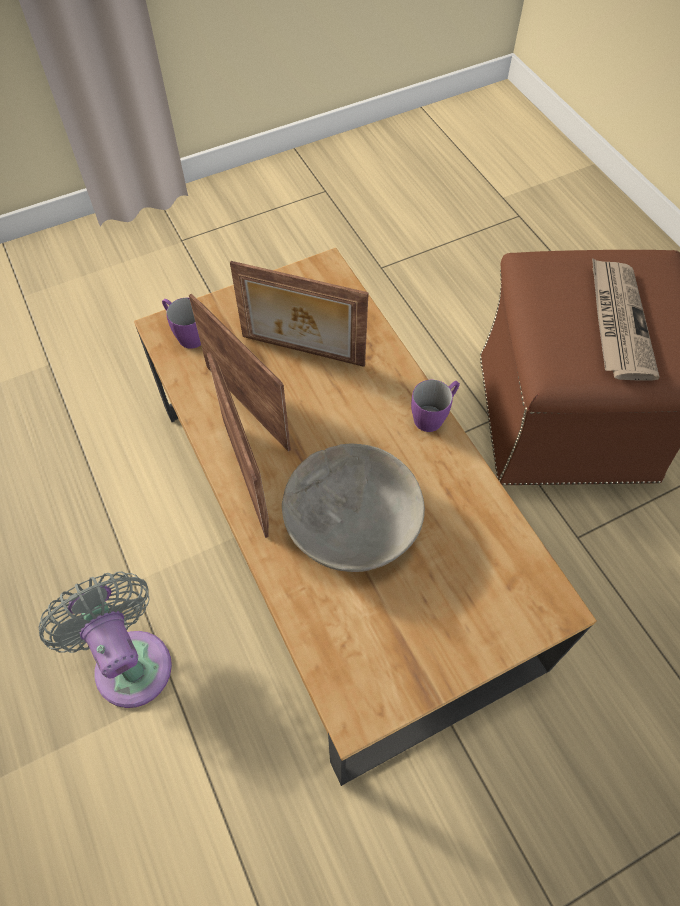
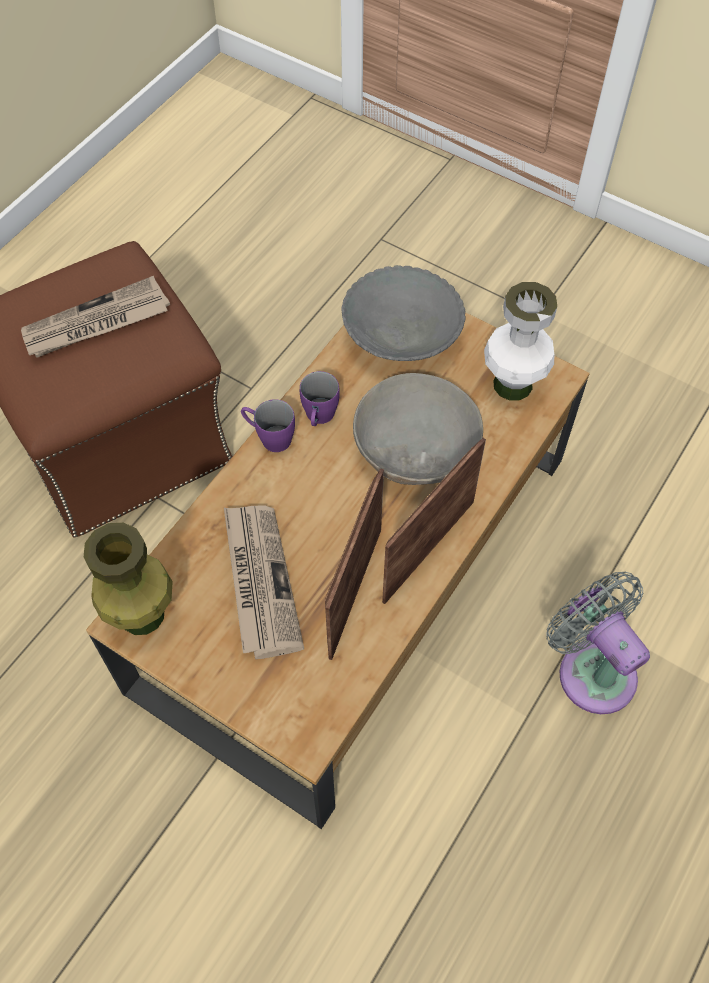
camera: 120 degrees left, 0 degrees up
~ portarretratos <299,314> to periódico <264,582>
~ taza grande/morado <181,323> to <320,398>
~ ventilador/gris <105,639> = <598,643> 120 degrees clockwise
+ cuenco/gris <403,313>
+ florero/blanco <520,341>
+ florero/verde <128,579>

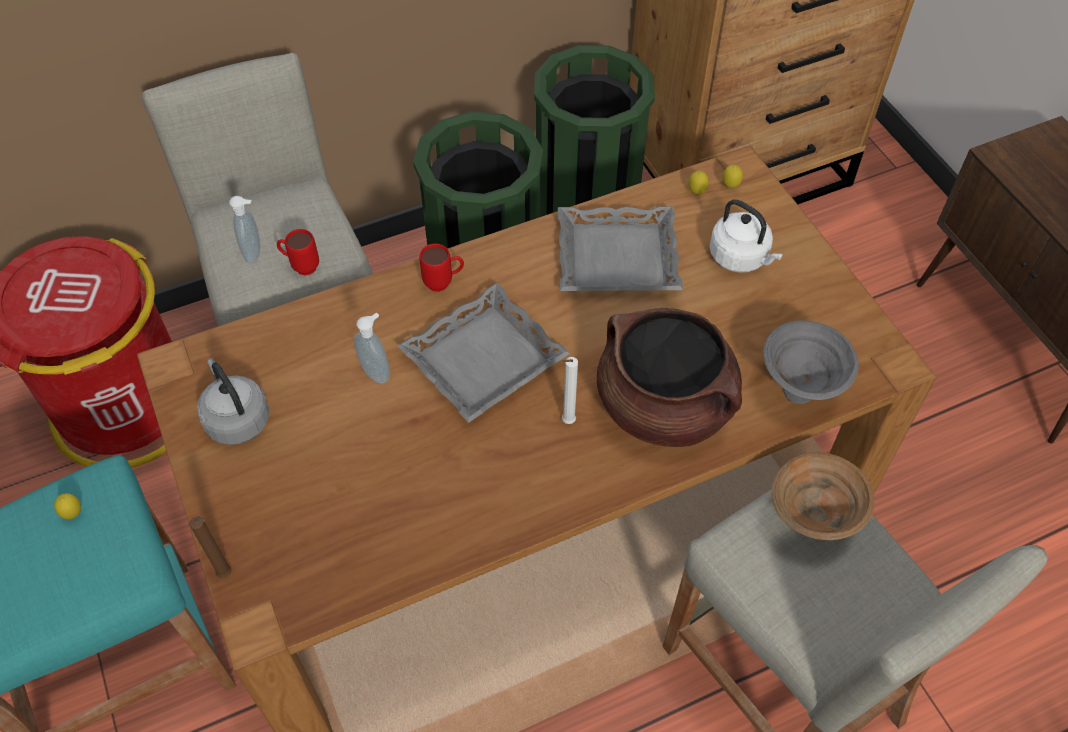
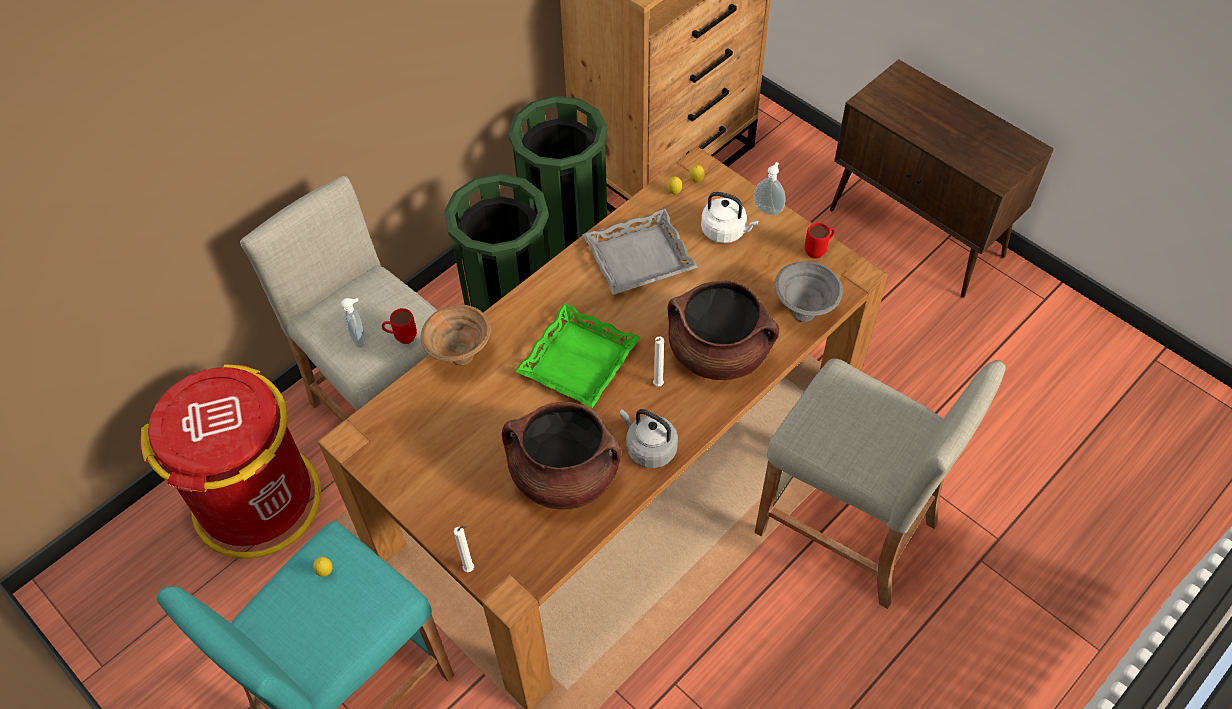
camera: 20 degrees left, 0 degrees up
~ taza grande/rojo <441,268> to <819,241>
~ bandeja/gris <483,353> to bandeja/verde <577,355>
~ dispensador de jabón <372,348> to <769,188>
~ hervidor/gris <233,401> to <649,438>
~ cuenco/marrón <822,496> to <455,335>
~ vela/marrón <211,547> to vela/blanco <464,549>
+ olla/marrón <561,456>

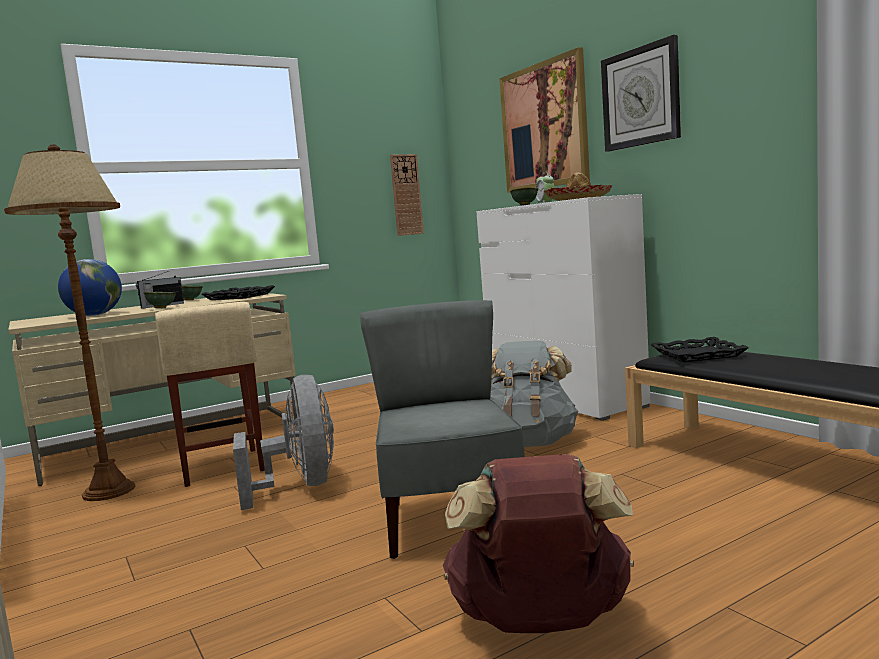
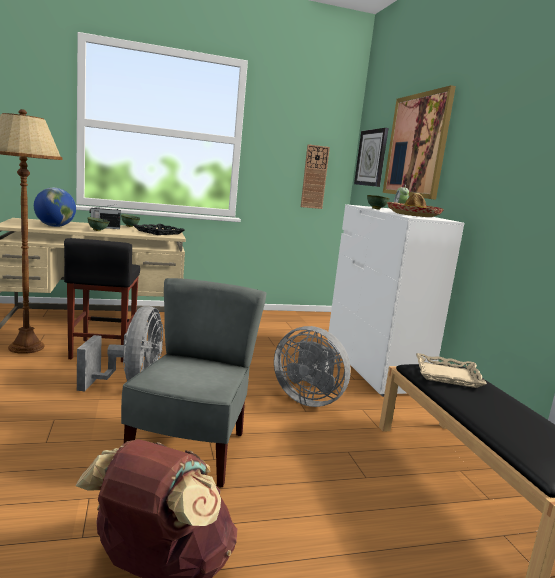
camera: 15 degrees right, 5 degrees up
~ reloj de pared <641,93> to <371,157>
~ taburete/beis <210,394> to taburete/negro <102,300>
~ bandeja/negro <699,349> to bandeja/beis <451,370>
~ mochila/gris <534,394> to ventilador/gris <312,366>

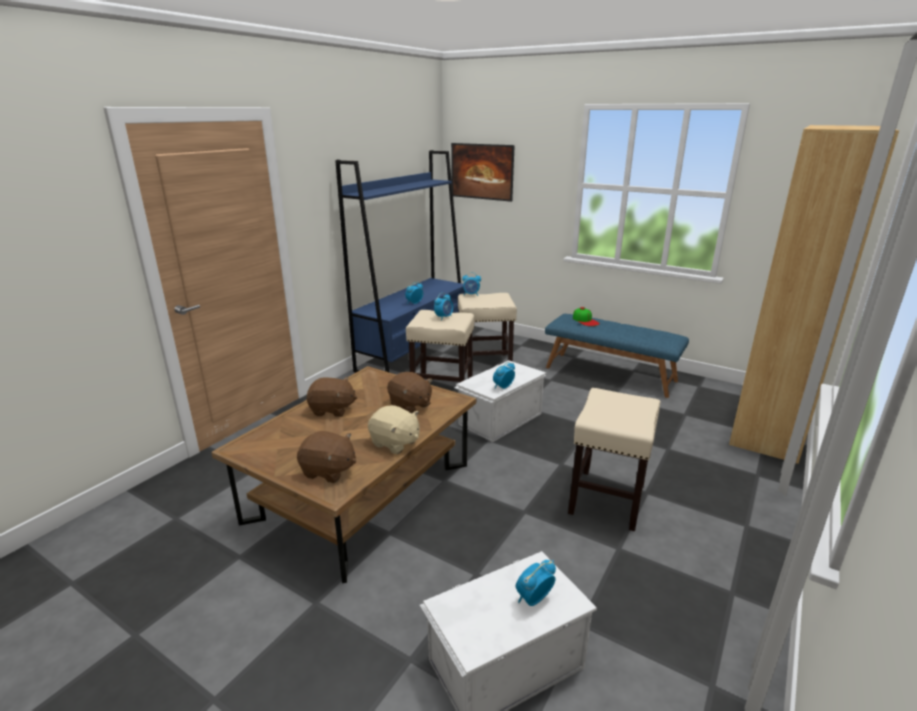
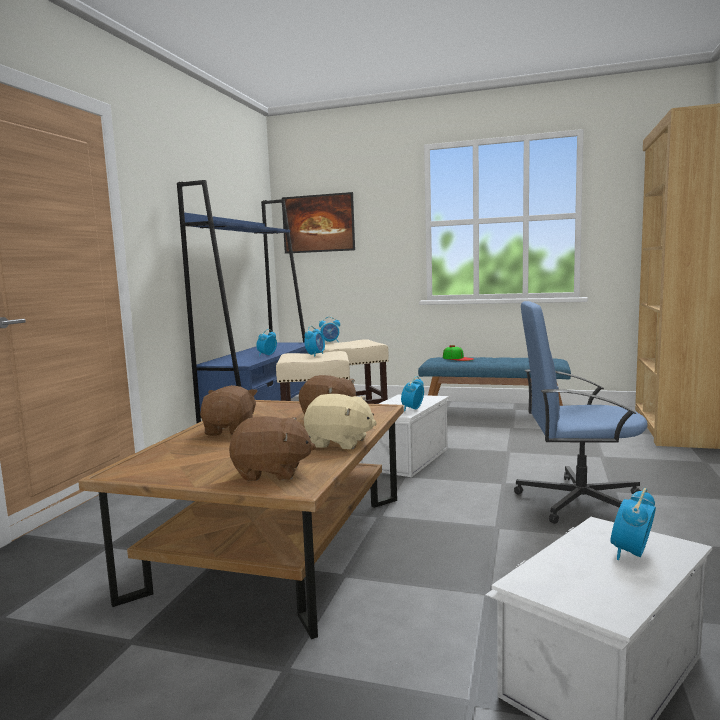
camera: 15 degrees left, 15 degrees down
~ peluche/marrón <332,397> = <229,410> 75 degrees counterclockwise
~ taburete/beis <614,459> to silla de oficina/azul <581,412>

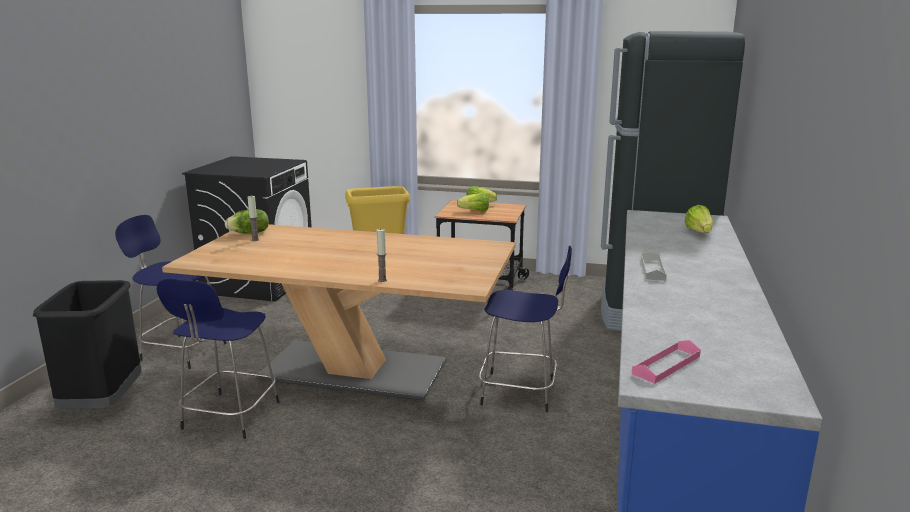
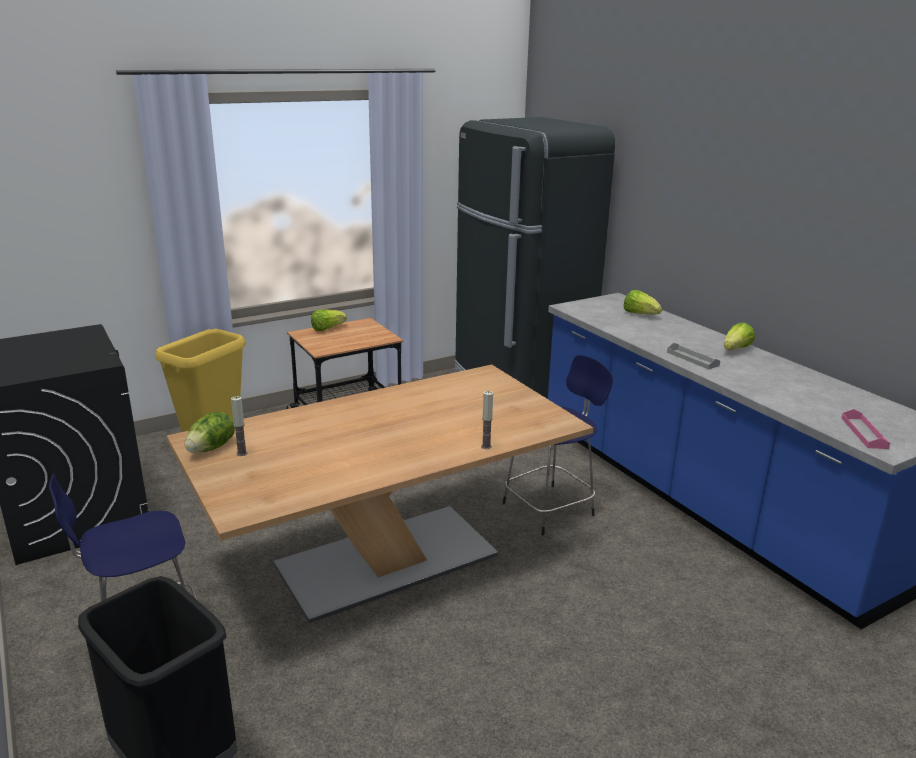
camera: 45 degrees left, 5 degrees up
~ lechuga <473,202> to <739,336>
- taburete/azul <218,359>

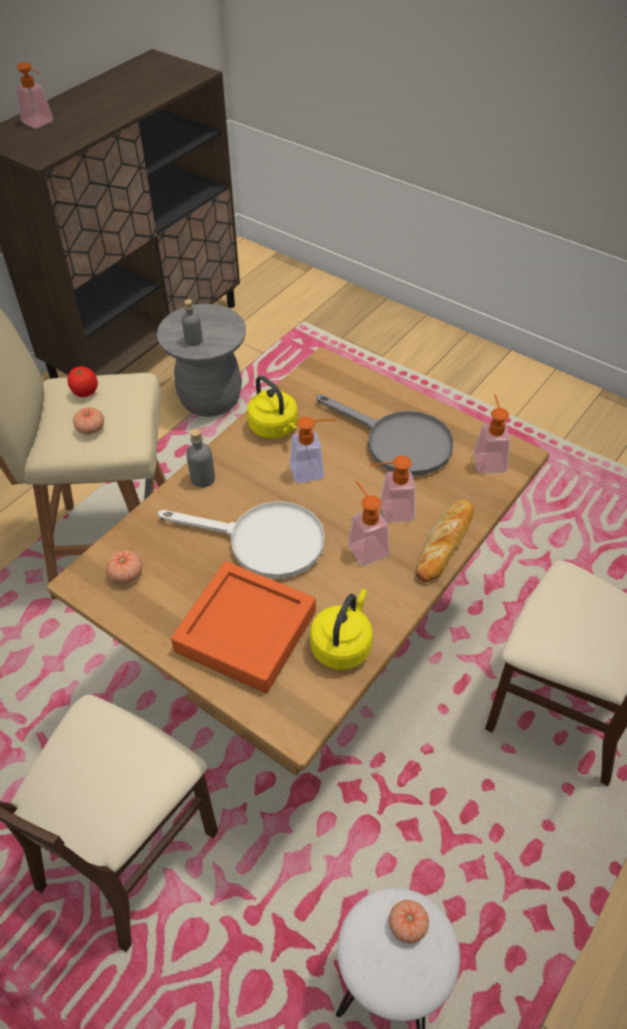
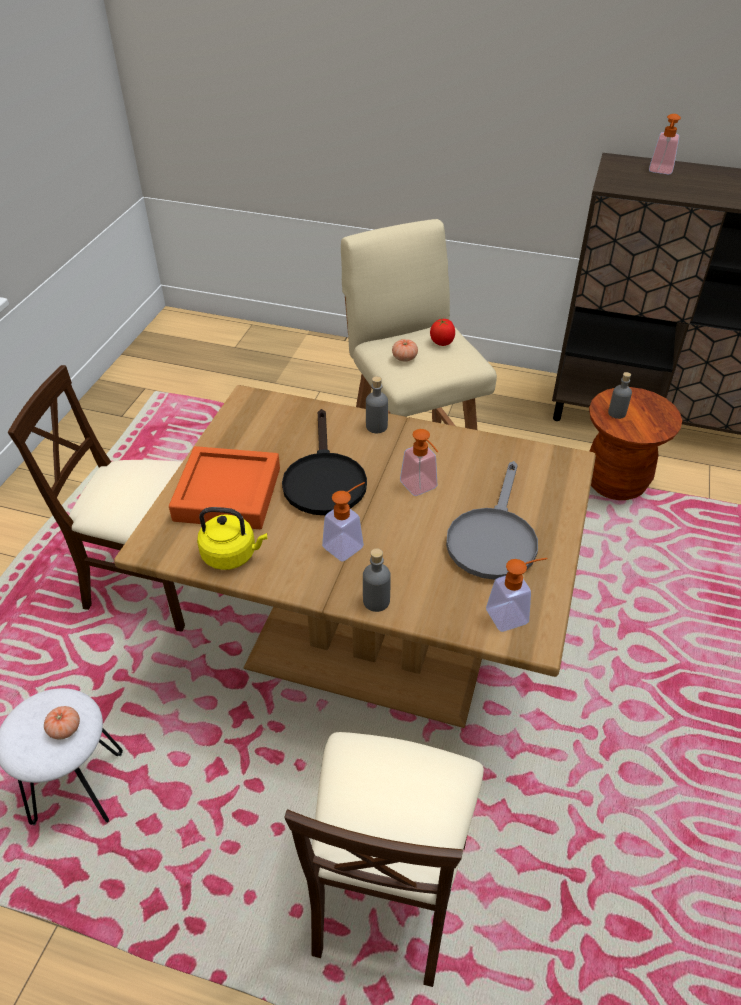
camera: 70 degrees right, 5 degrees down
~ taburete/gris <201,360> to taburete/marrón <635,443>
- hervidor/amarillo <272,407>
- dispensador de jabón <392,489>
~ pan <445,540> to botella/gris <377,580>
~ sartén/blanco <241,540> to sartén/negro <324,462>
- tomate <124,567>

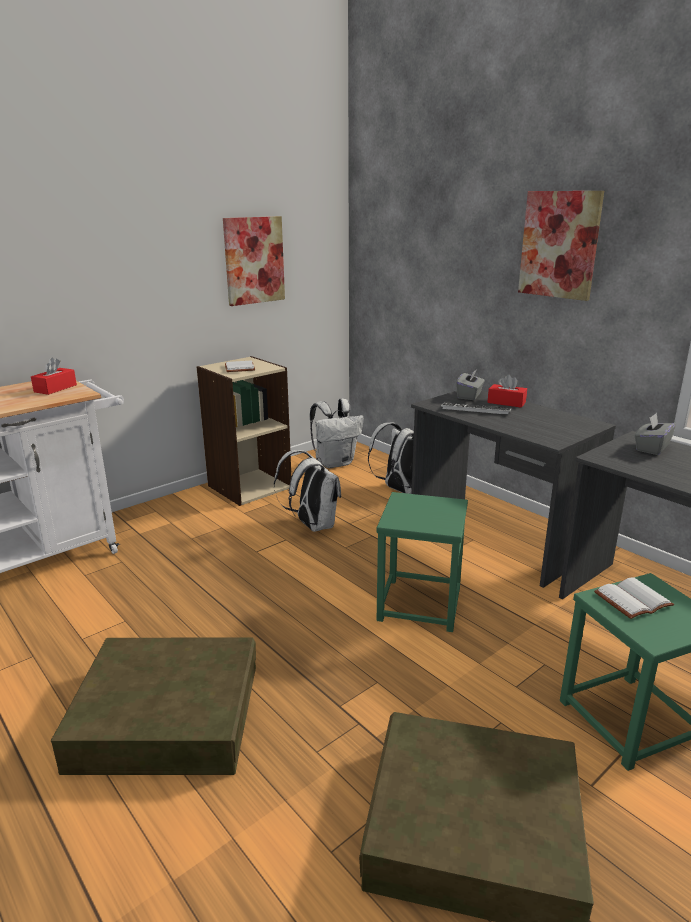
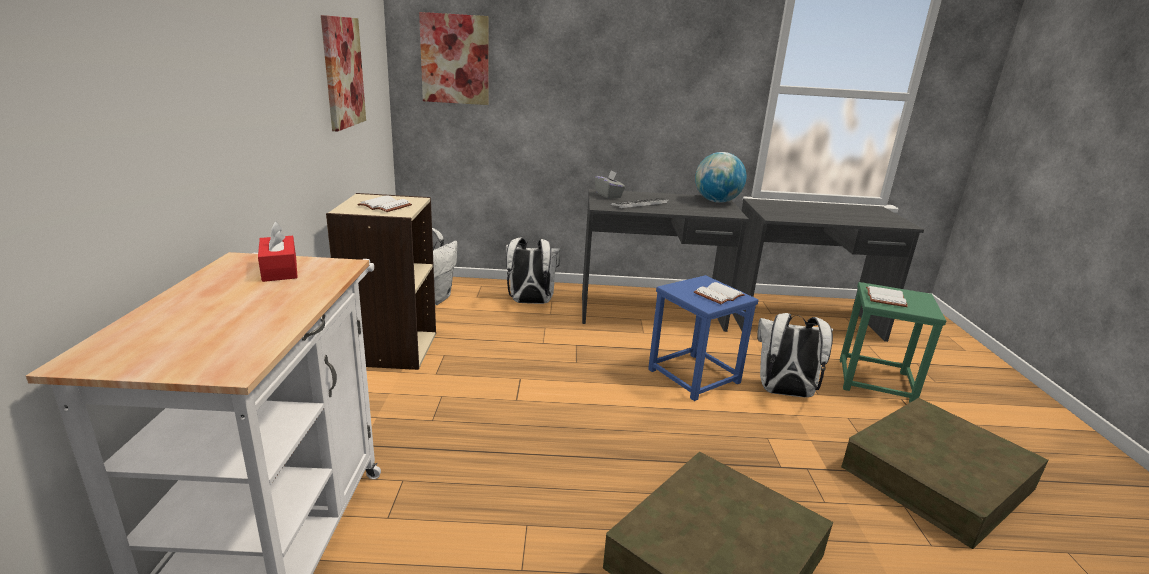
camera: 50 degrees left, 0 degrees up
~ cuadro <561,246> to <453,58>
- caja de pañuelos/rojo <507,390>
- caja de pañuelos/gris <655,434>
~ mochila/blanco <307,491> to <795,355>
~ taburete/verde <422,562> to taburete/azul <703,338>
+ globo terráqueo <720,177>
+ libro/blanco <719,293>

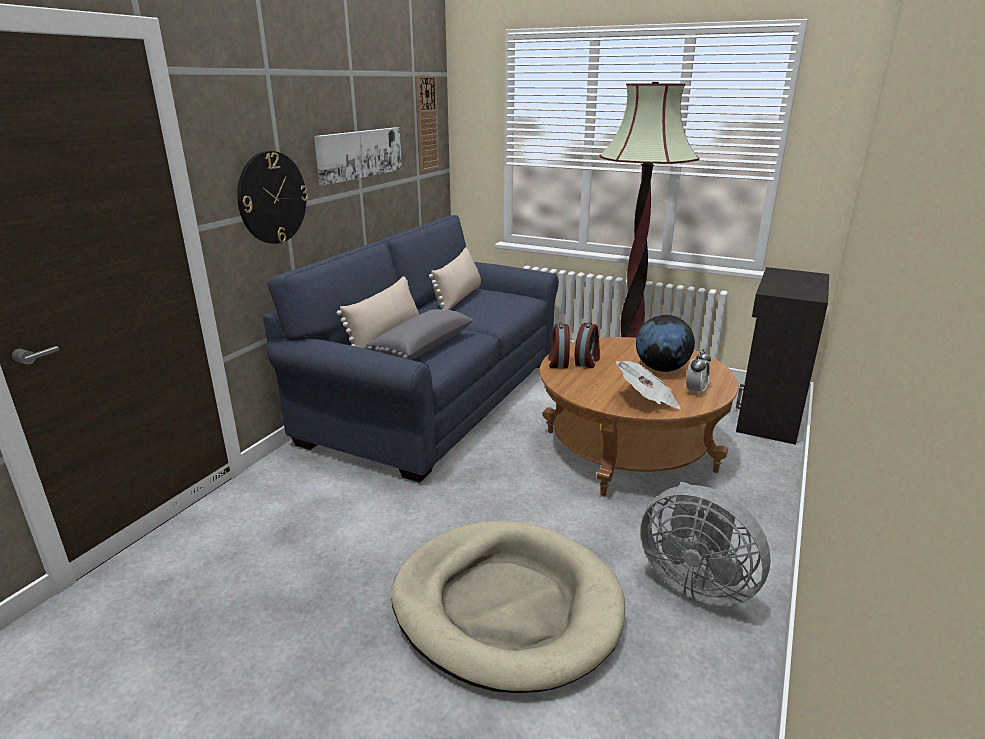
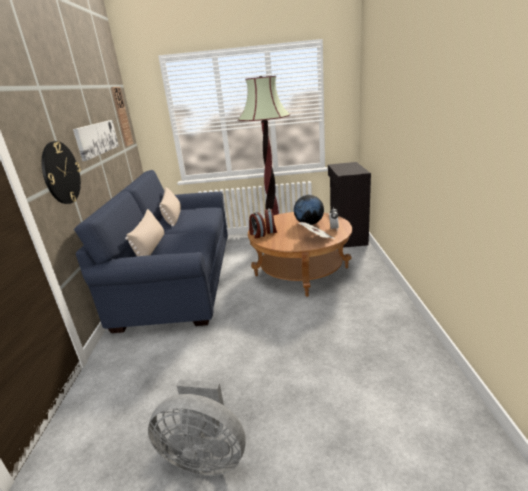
camera: 25 degrees left, 0 degrees up
- cojín/gris <420,334>
~ ventilador/gris <706,544> to <197,428>
- cama para perro/beis <508,607>

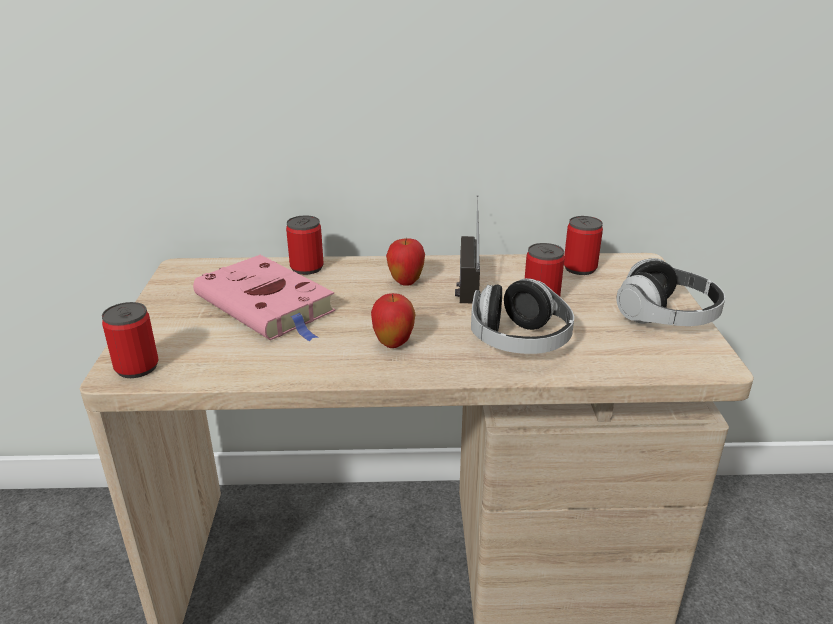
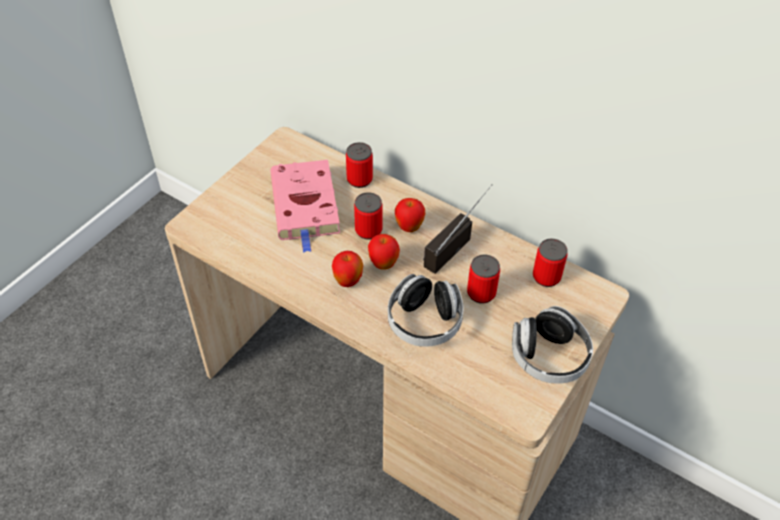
camera: 35 degrees right, 20 degrees up
~ lata <130,340> to <368,216>
+ manzana <384,252>

